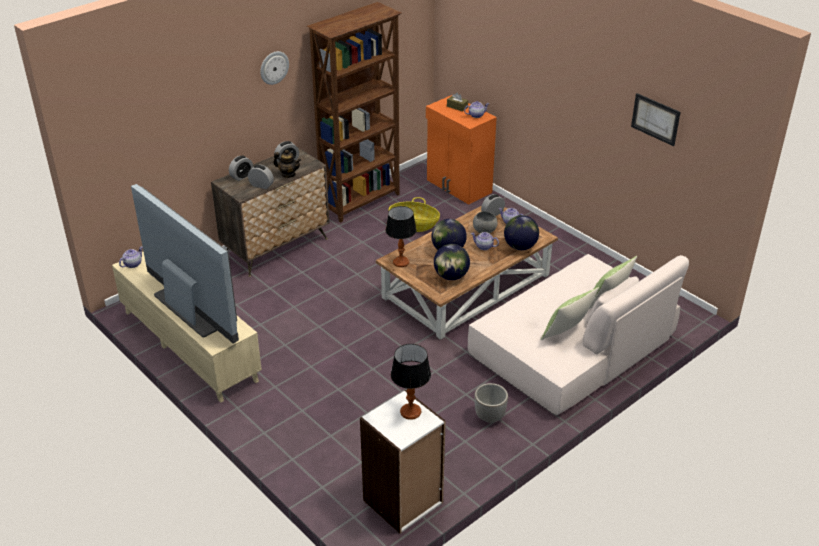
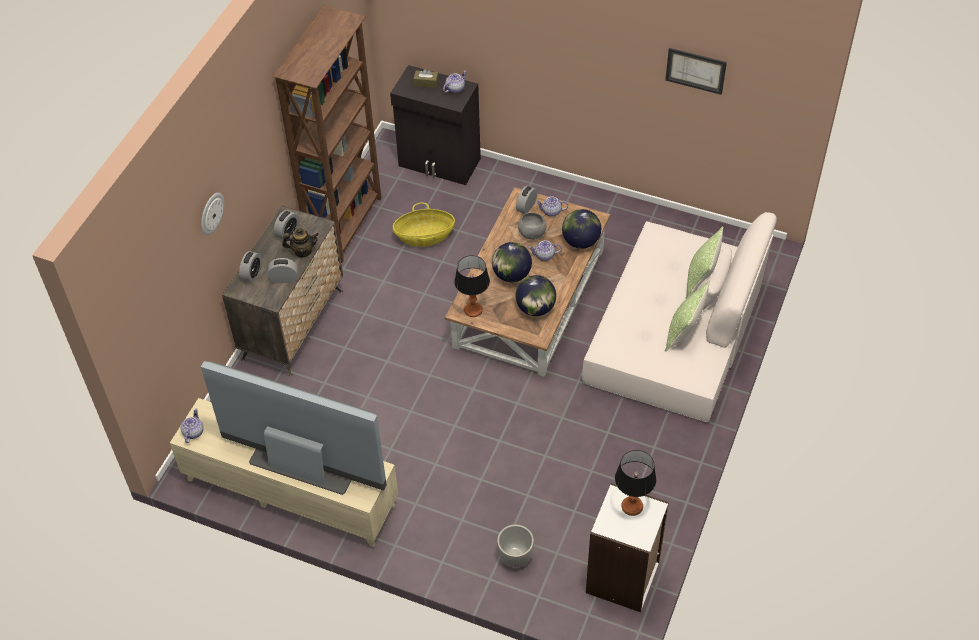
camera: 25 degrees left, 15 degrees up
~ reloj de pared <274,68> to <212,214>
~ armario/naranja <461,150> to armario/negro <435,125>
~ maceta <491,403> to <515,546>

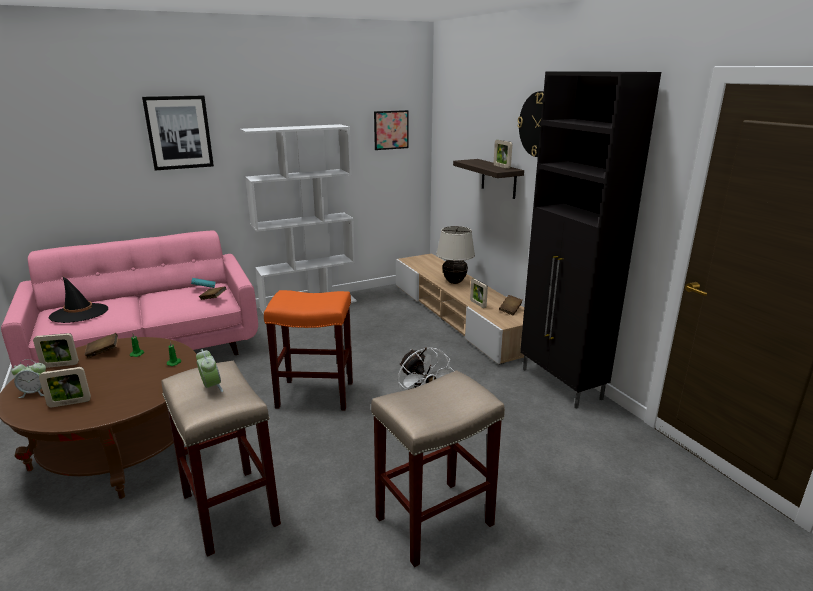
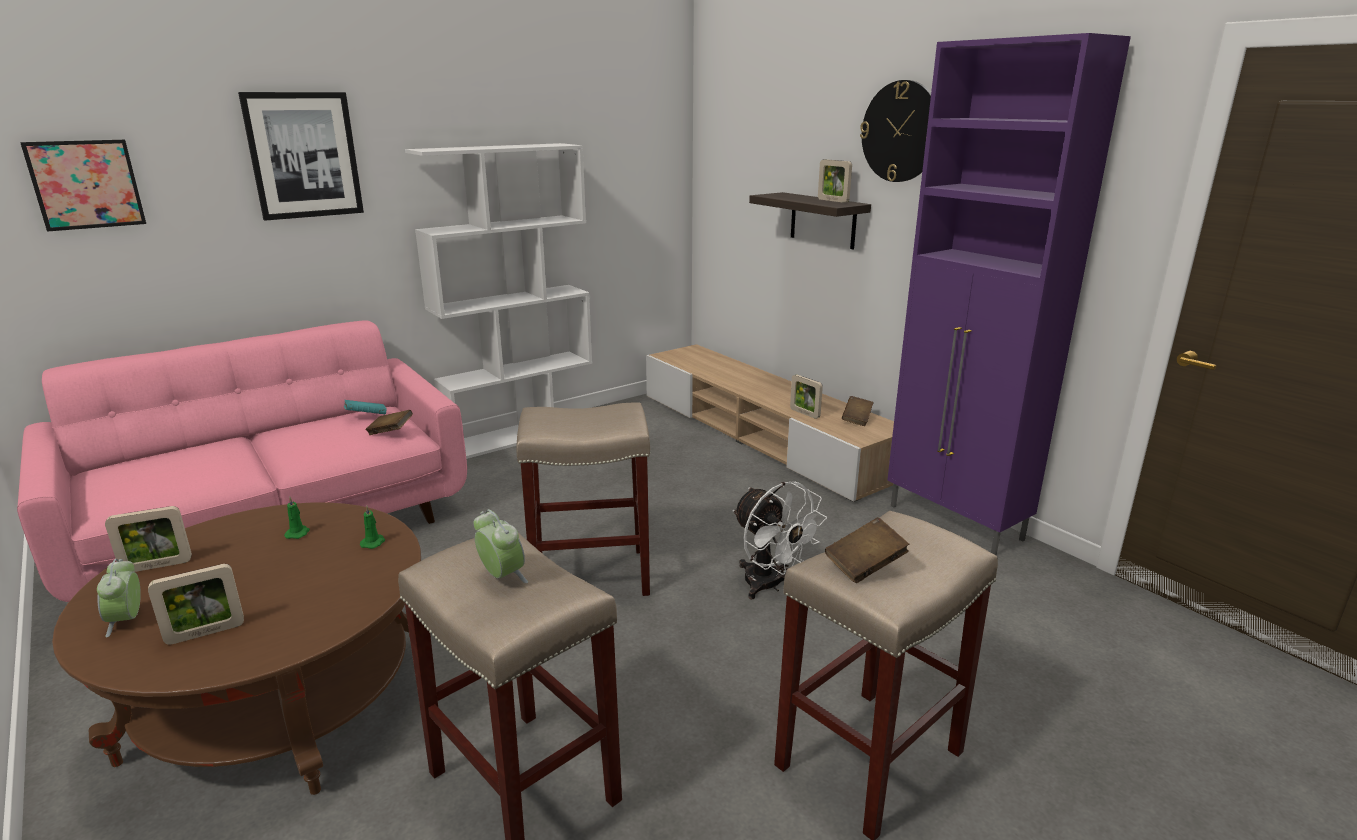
camera: 10 degrees left, 0 degrees up
~ armario/negro <590,240> to armario/morado <1009,294>
~ cuadro <391,130> to <83,185>
- lámpara de mesa/beis <455,255>
- sombrero/negro <78,299>
~ taburete/naranja <308,350> to taburete/beis <583,499>
~ libro/marrón <101,345> to <867,550>
~ despertador <28,378> = <119,598> 90 degrees clockwise

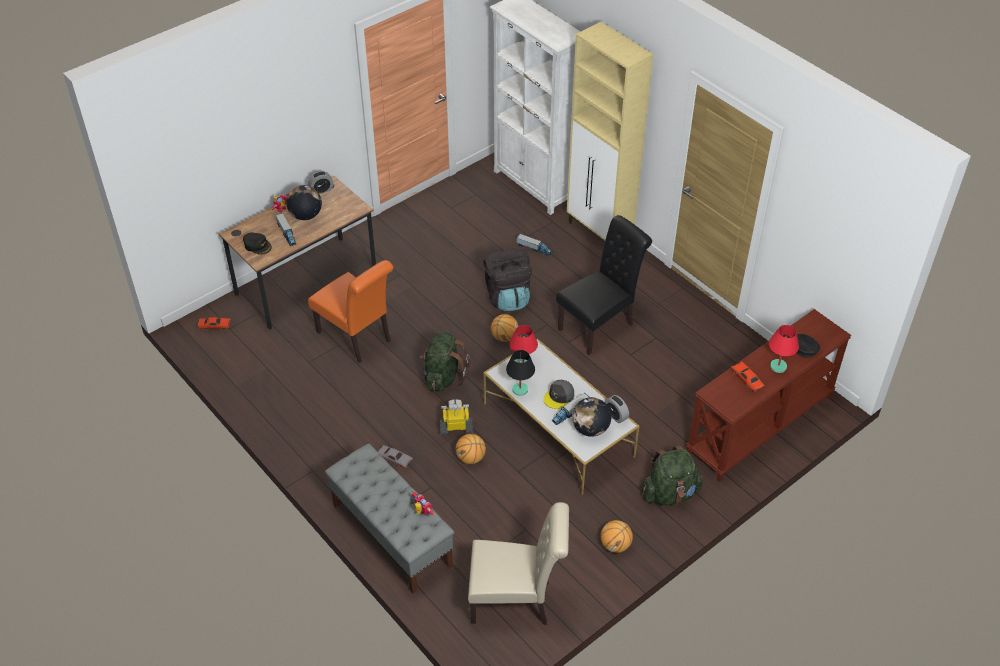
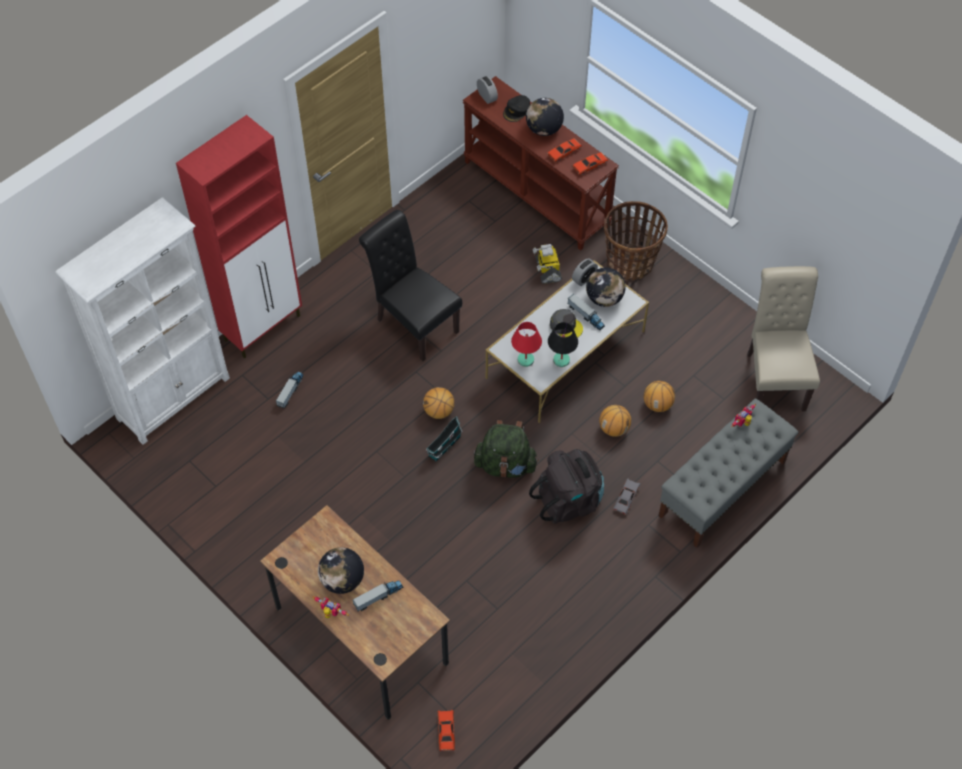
camera: 95 degrees left, 10 degrees up
~ armario/beis <610,131> to armario/rojo <239,236>
~ despertador <320,182> to <487,90>
- gorra/negro <257,243>
~ mochila/negro <508,280> to <566,486>
- silla/naranja <350,311>
~ lámpara de mesa/rojo <784,349> to globo terráqueo <545,117>
~ robot de juguete <456,417> to <547,264>
~ mochila/verde <672,475> to cesta <636,241>
~ balón de baloncesto <616,536> to <659,396>
+ coche de juguete/rojo <590,163>
+ casita <444,438>

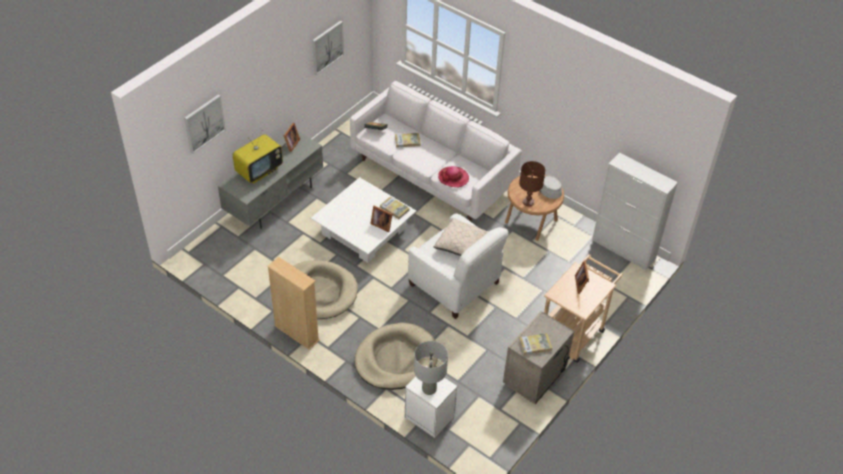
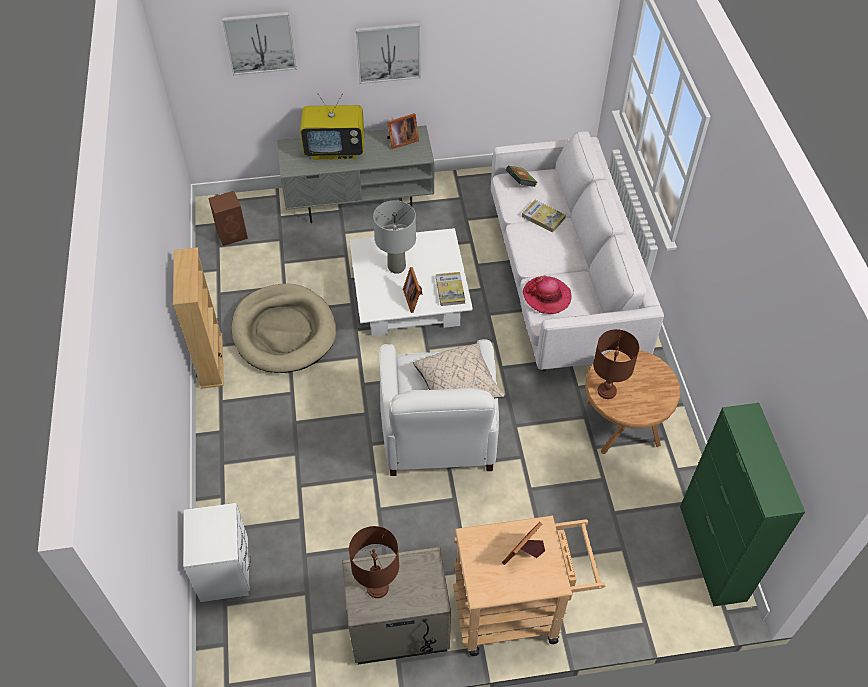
camera: 45 degrees right, 5 degrees up
~ cuadro <328,48> to <388,53>
~ armario/blanco <635,211> to armario/verde <742,505>
- sombrero/gris <550,187>
- cama para perro/beis <396,356>
~ libro <535,344> to lámpara de mesa/marrón <374,562>
~ lámpara de mesa/gris <431,368> to <394,237>
+ altavoz/marrón <228,218>

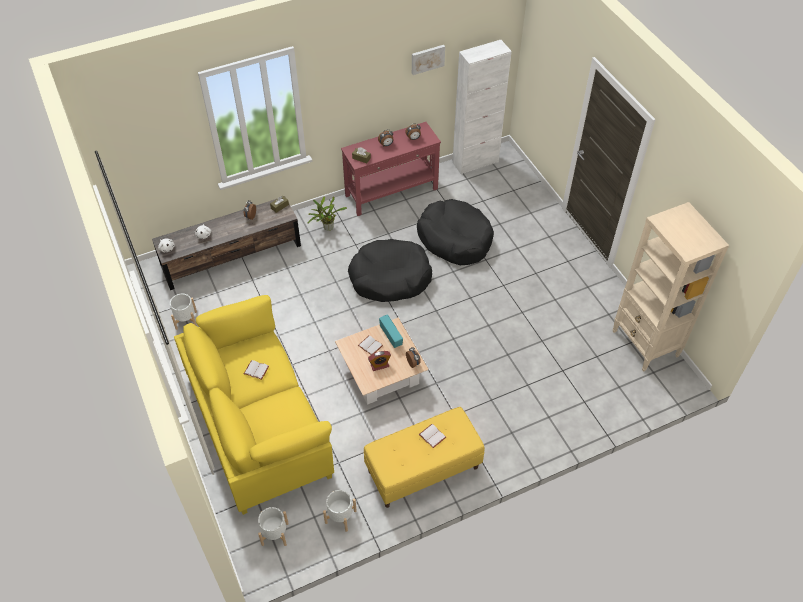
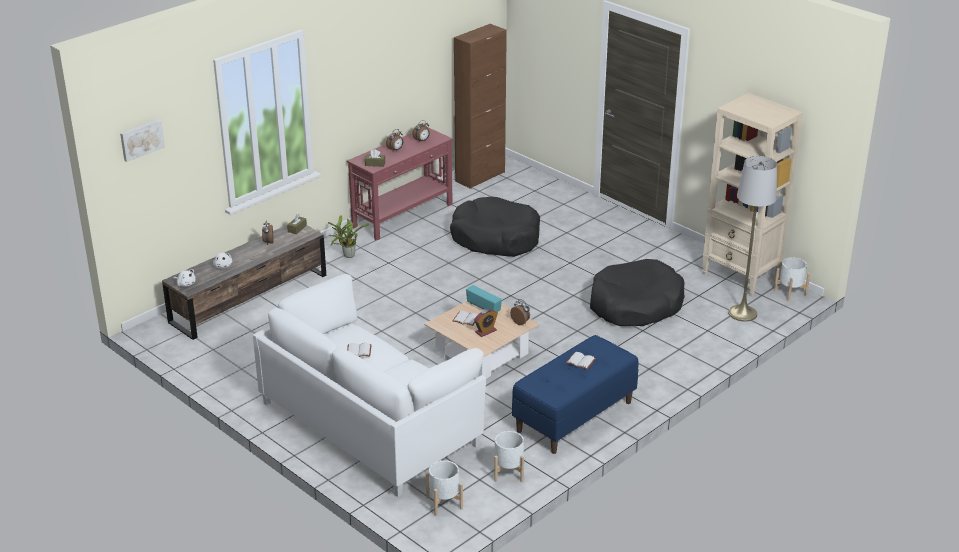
camera: 20 degrees left, 20 degrees down
~ armario/blanco <482,107> to armario/marrón <480,106>
~ cuadro <428,60> to <142,140>
~ cama para perro/negro <390,270> to <637,292>
~ maceta/blanco <183,311> to <792,279>
~ sofá/amarillo <254,405> to sofá/blanco <369,385>
~ banco/amarillo <424,457> to banco/azul <575,394>
+ lámpara de pie/gris <752,239>

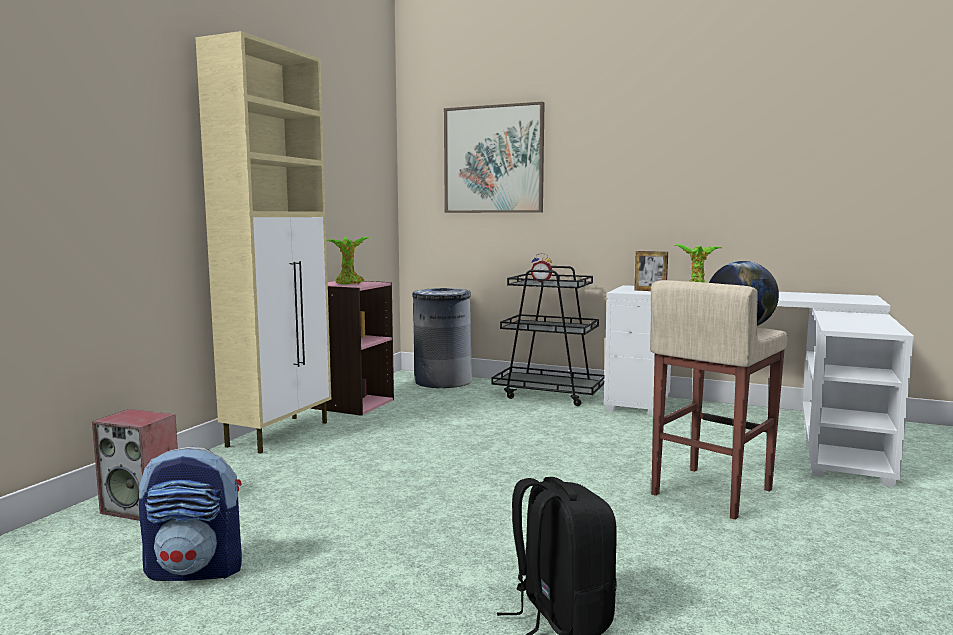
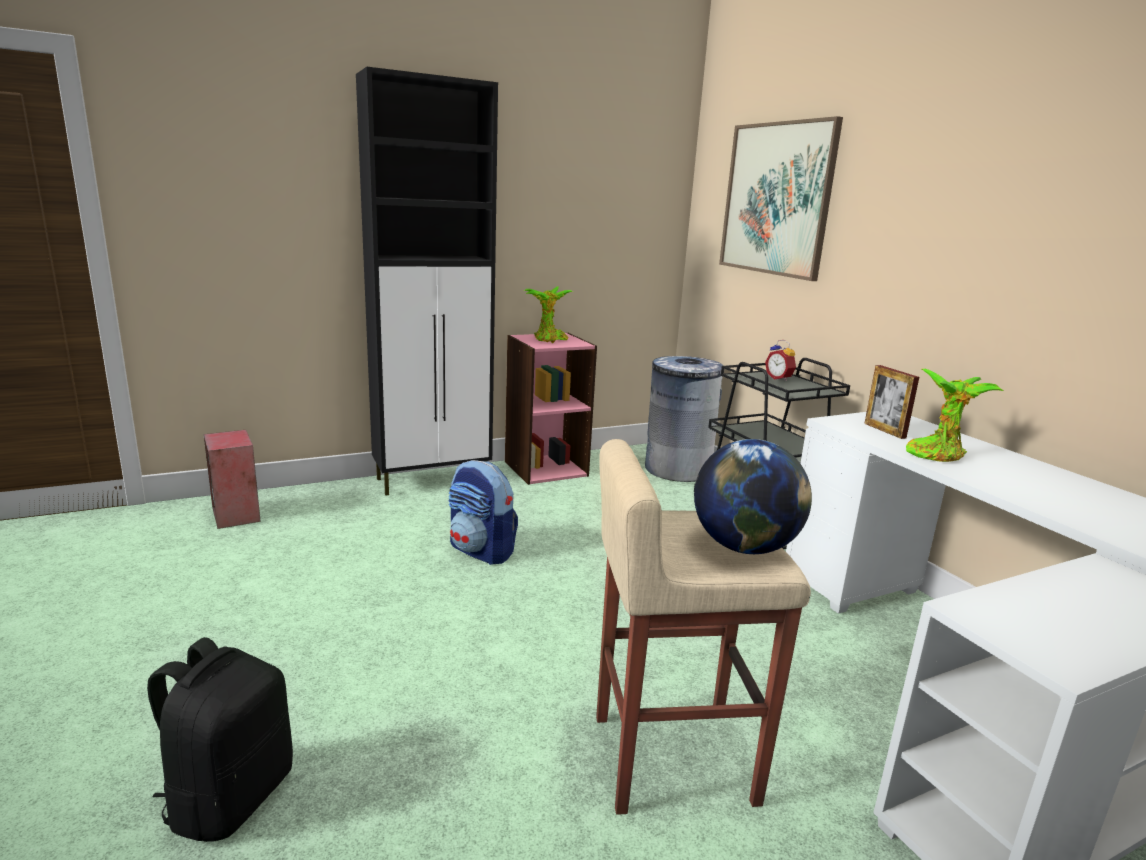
camera: 40 degrees right, 10 degrees up
~ armario/beis <263,242> to armario/negro <427,281>
~ mochila <190,514> to <483,512>

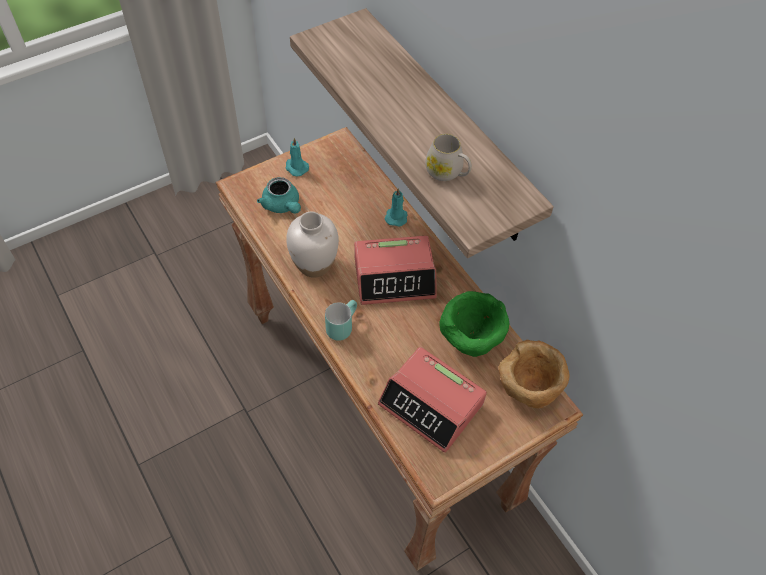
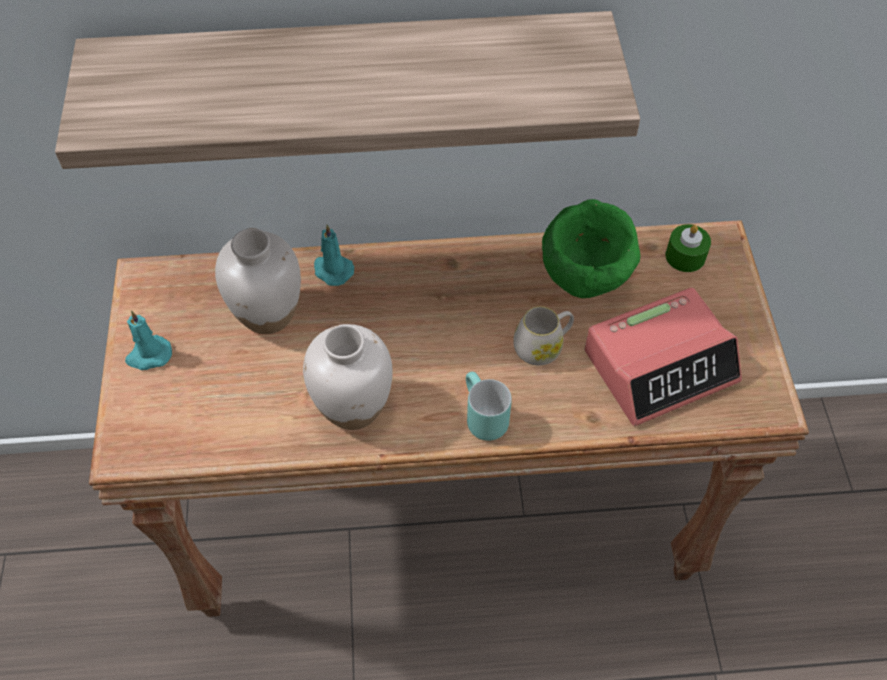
camera: 60 degrees left, 0 degrees up
~ taza grande/blanco <448,157> to <543,335>
- tetera/turquesa <279,195>
- despertador <395,270>
~ cuenco/marrón <533,374> to vela/verde <688,248>
+ florero/blanco <258,281>

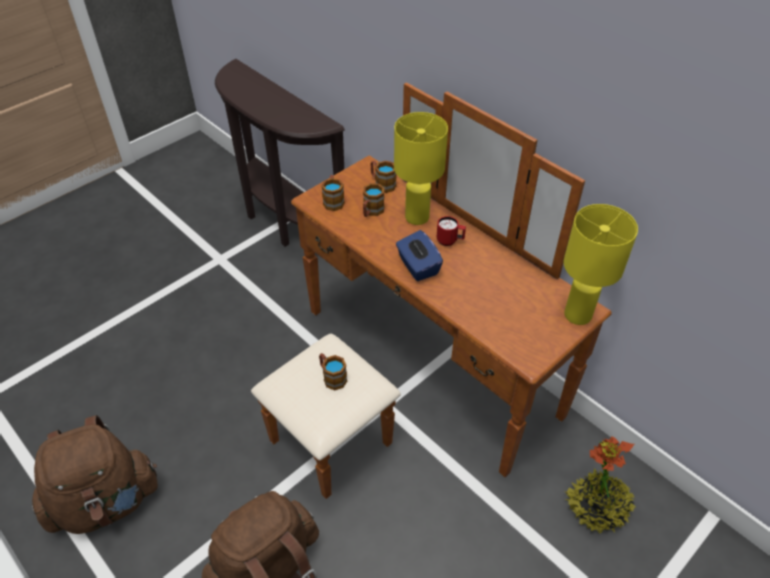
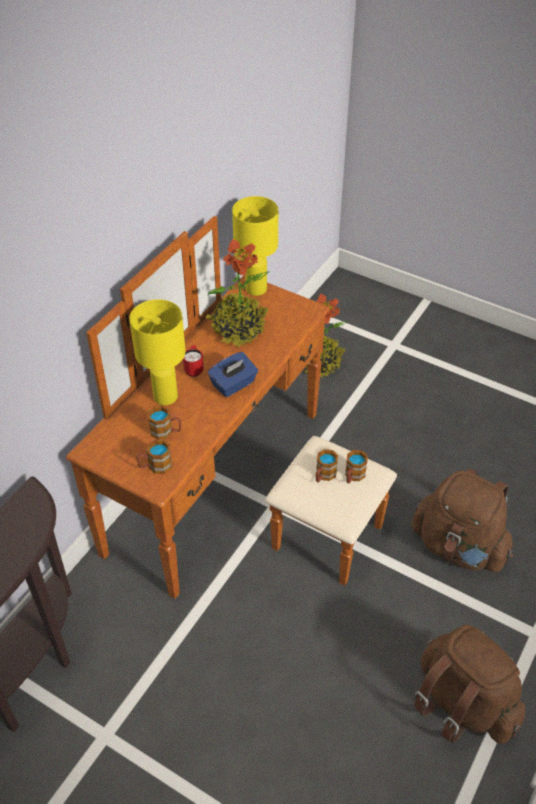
camera: 105 degrees left, 0 degrees up
~ taza grande <383,177> to <356,466>
+ planta en maceta <237,294>

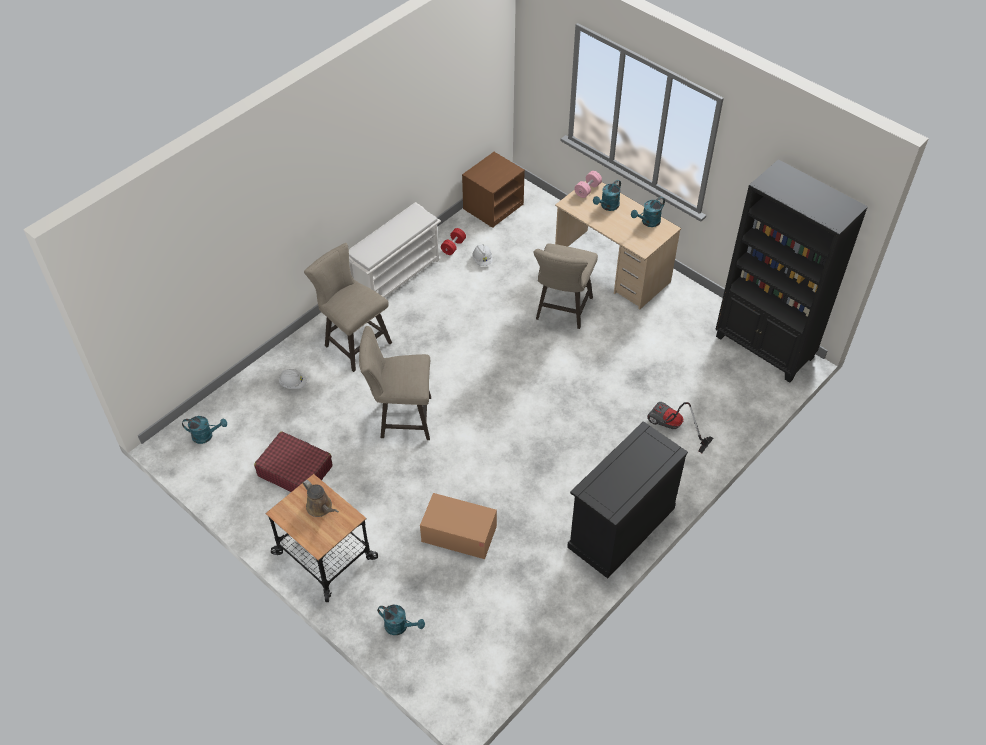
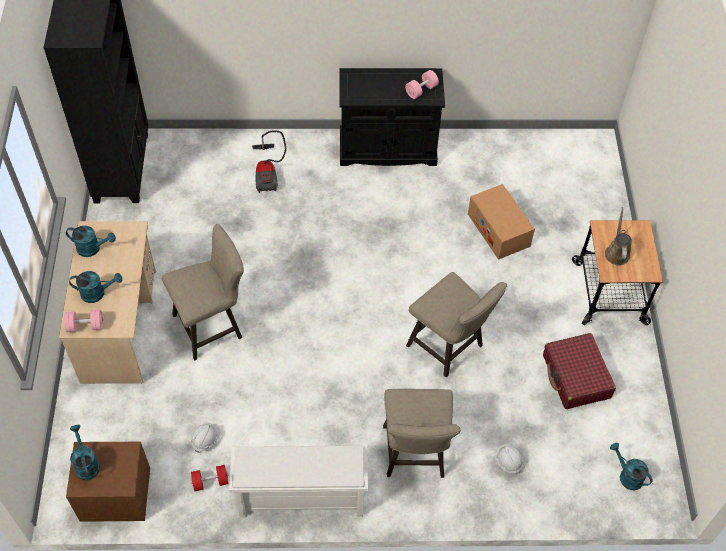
camera: 135 degrees left, 5 degrees up
~ regadera/turquesa <401,620> to <85,452>
+ mancuerna/rosa <422,84>

